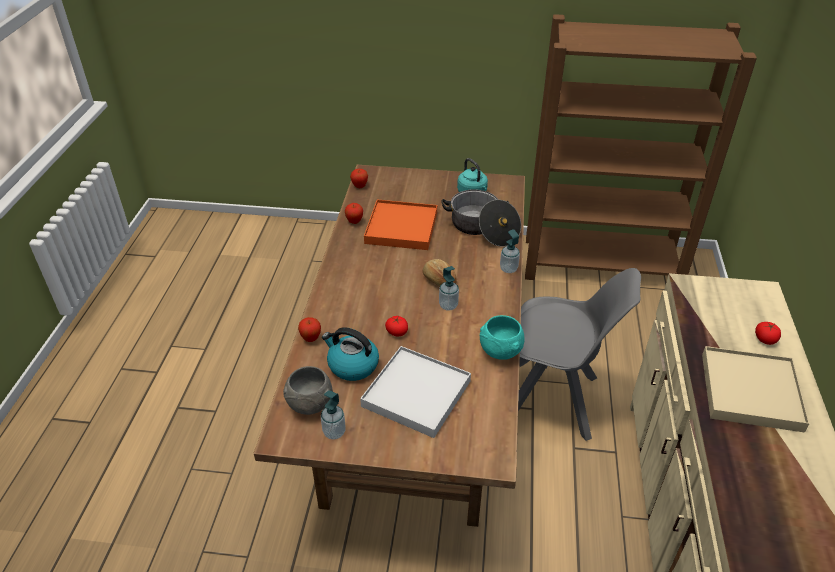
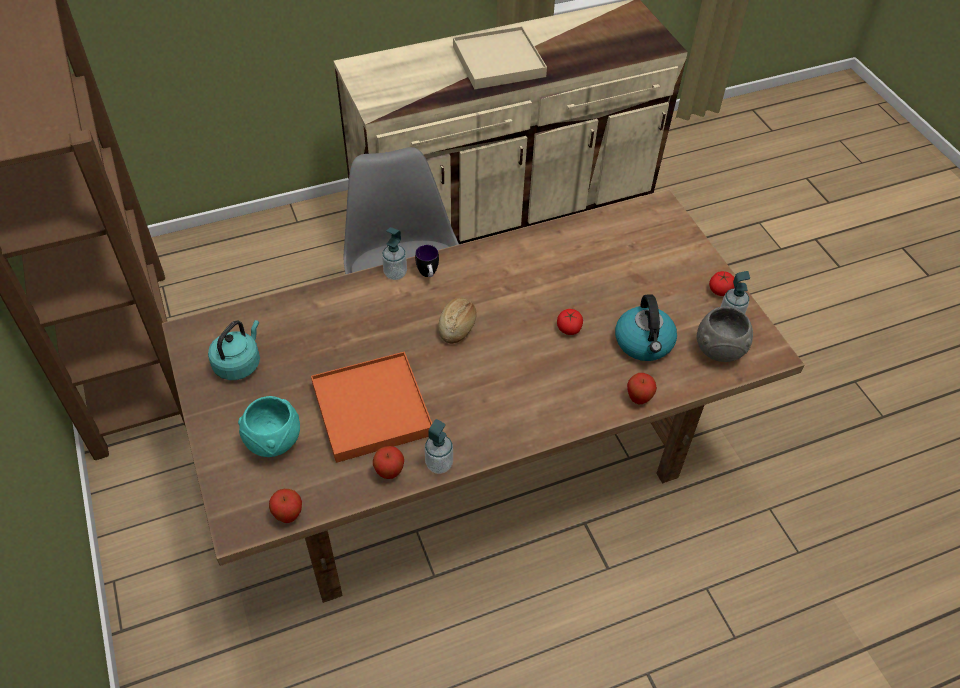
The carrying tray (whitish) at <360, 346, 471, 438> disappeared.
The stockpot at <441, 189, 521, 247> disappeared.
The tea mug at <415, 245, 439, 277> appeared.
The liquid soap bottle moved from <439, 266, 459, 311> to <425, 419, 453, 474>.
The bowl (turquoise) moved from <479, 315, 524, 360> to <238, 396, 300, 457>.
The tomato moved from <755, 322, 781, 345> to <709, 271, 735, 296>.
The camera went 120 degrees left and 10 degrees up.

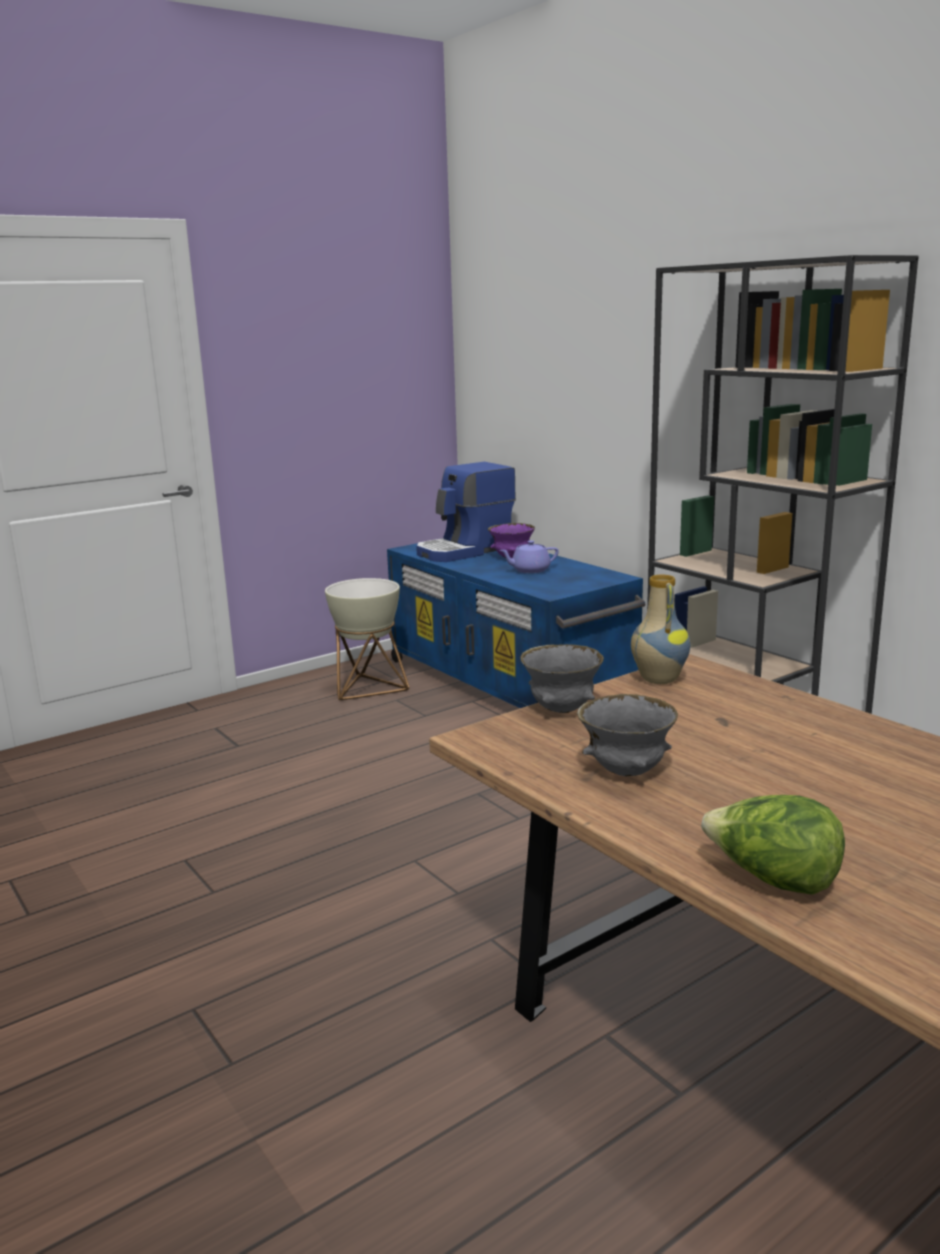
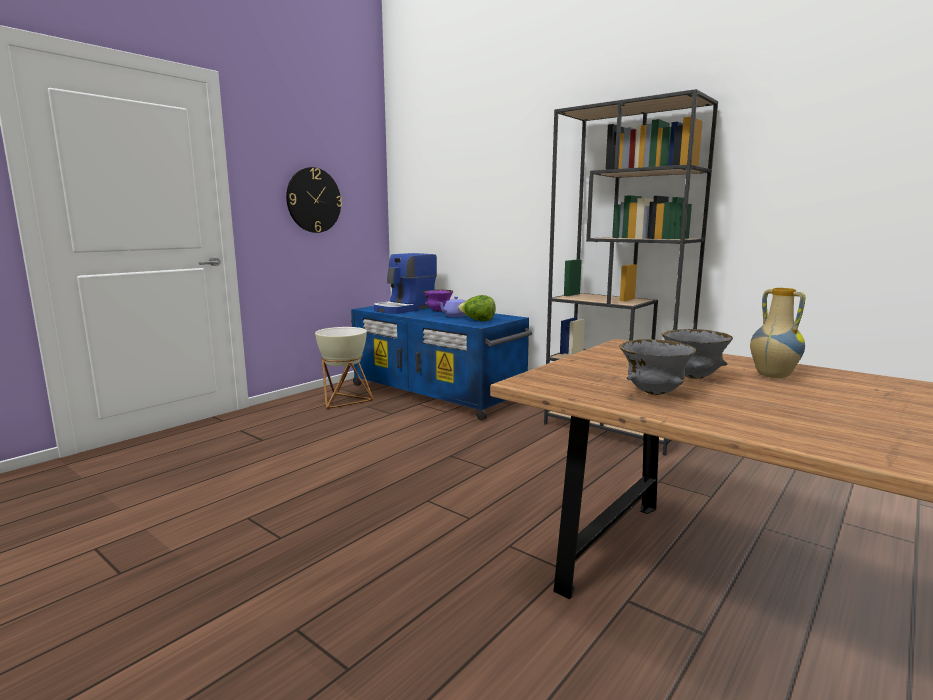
The wall clock at <286, 167, 342, 233> appeared.
The bowl (gray) moved from <520, 644, 604, 713> to <662, 329, 733, 379>.
The flower vase moved from <631, 575, 690, 684> to <750, 288, 805, 378>.
The head of lettuce moved from <701, 795, 845, 895> to <458, 295, 496, 321>.
The camera went 15 degrees left and 5 degrees down.

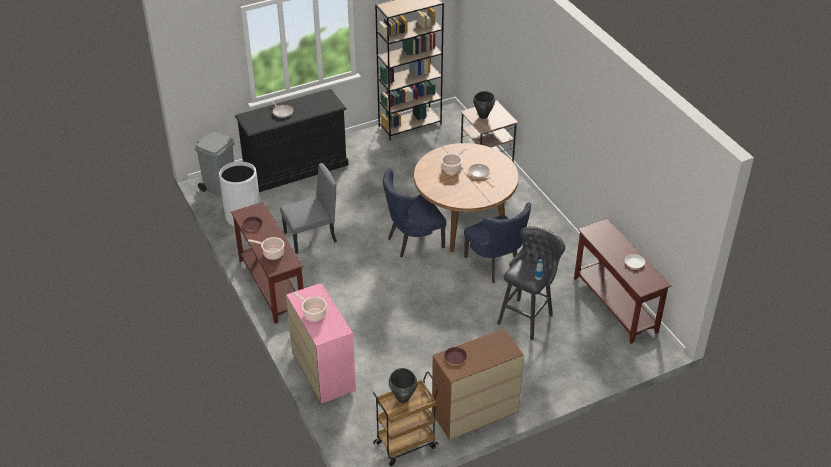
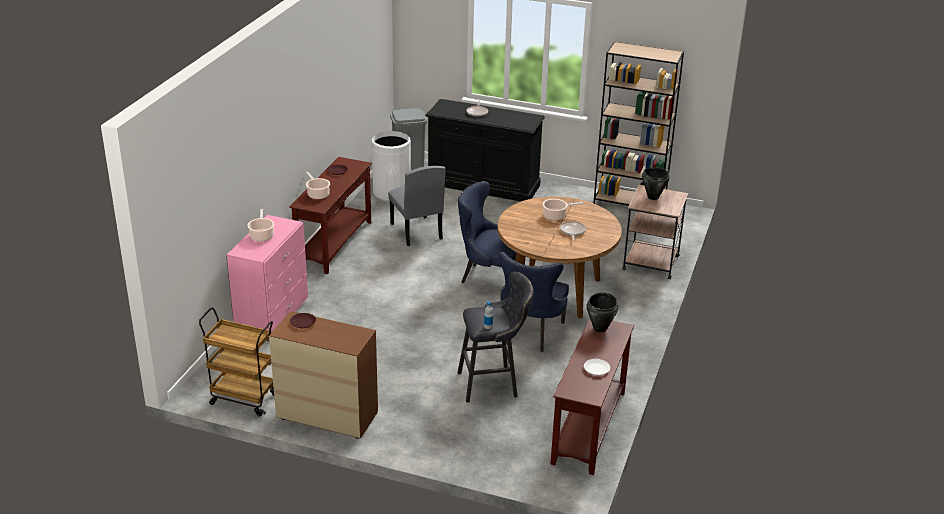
The stockpot (black) moved from <389, 368, 417, 403> to <587, 292, 618, 333>.
The chair (gray) at <280, 163, 337, 254> turned 45 degrees clockwise.
The camera went 45 degrees right and 10 degrees down.

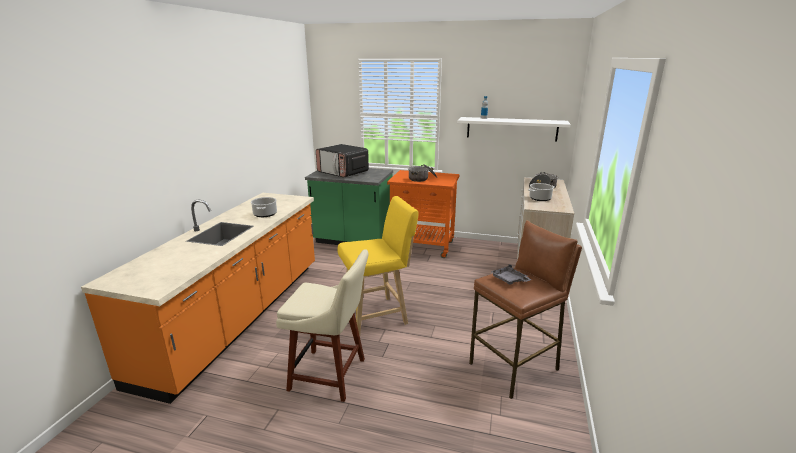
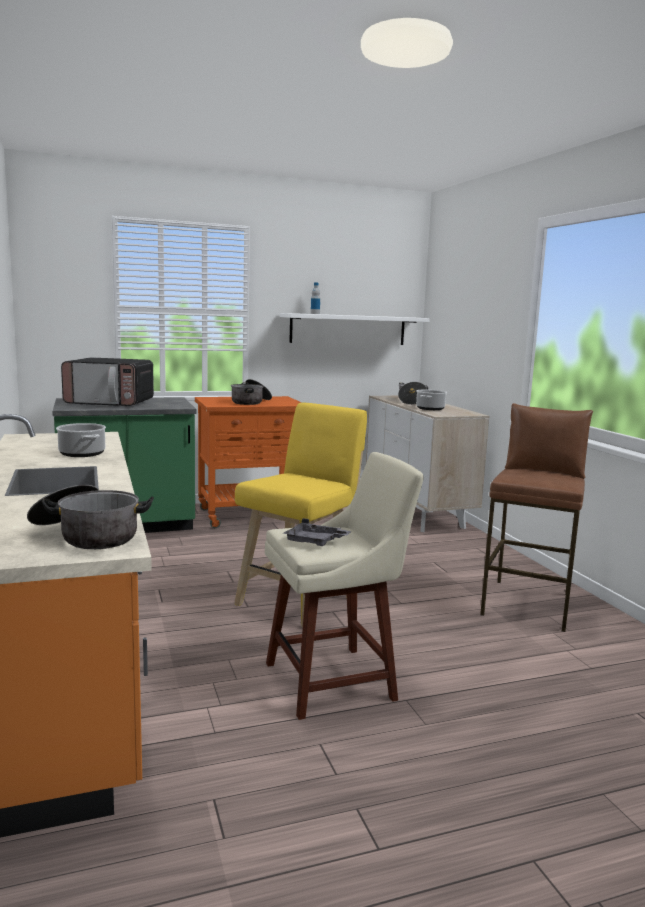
The stockpot at <27, 485, 154, 549> appeared.
The carrying tray (gray) moved from <490, 264, 532, 285> to <283, 518, 352, 546>.
The camera went 35 degrees left and 10 degrees down.

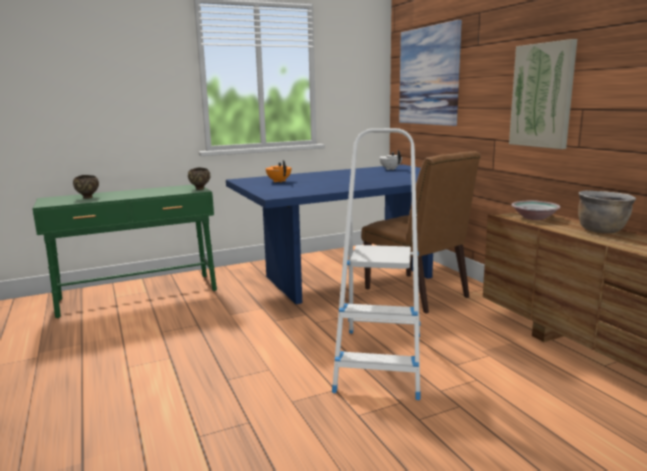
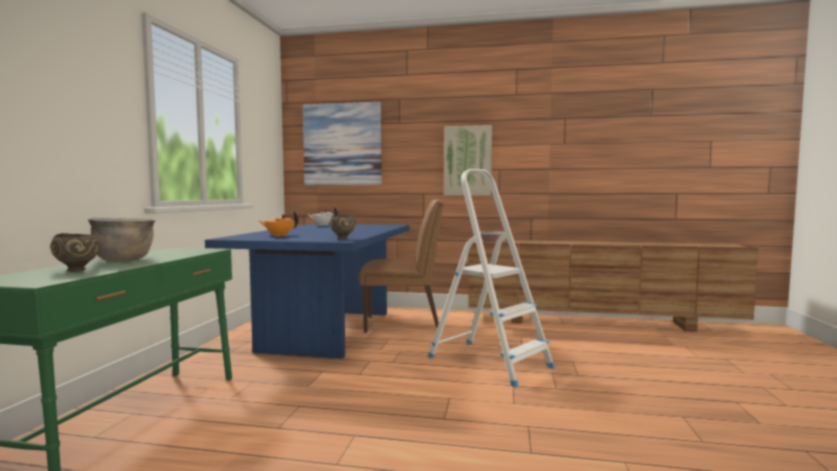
The bowl (brown-coloured) moved from <188, 167, 210, 190> to <330, 214, 356, 239>.
The stockpot (brown-coloured) moved from <578, 191, 636, 233> to <88, 218, 156, 261>.
The camera went 55 degrees left and 10 degrees down.

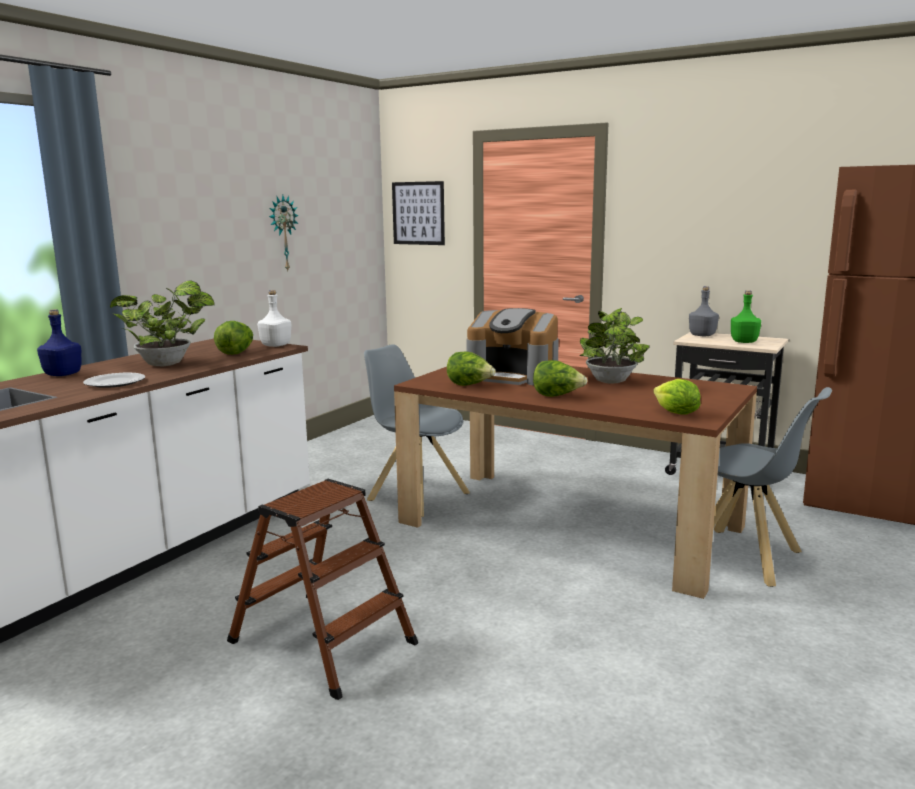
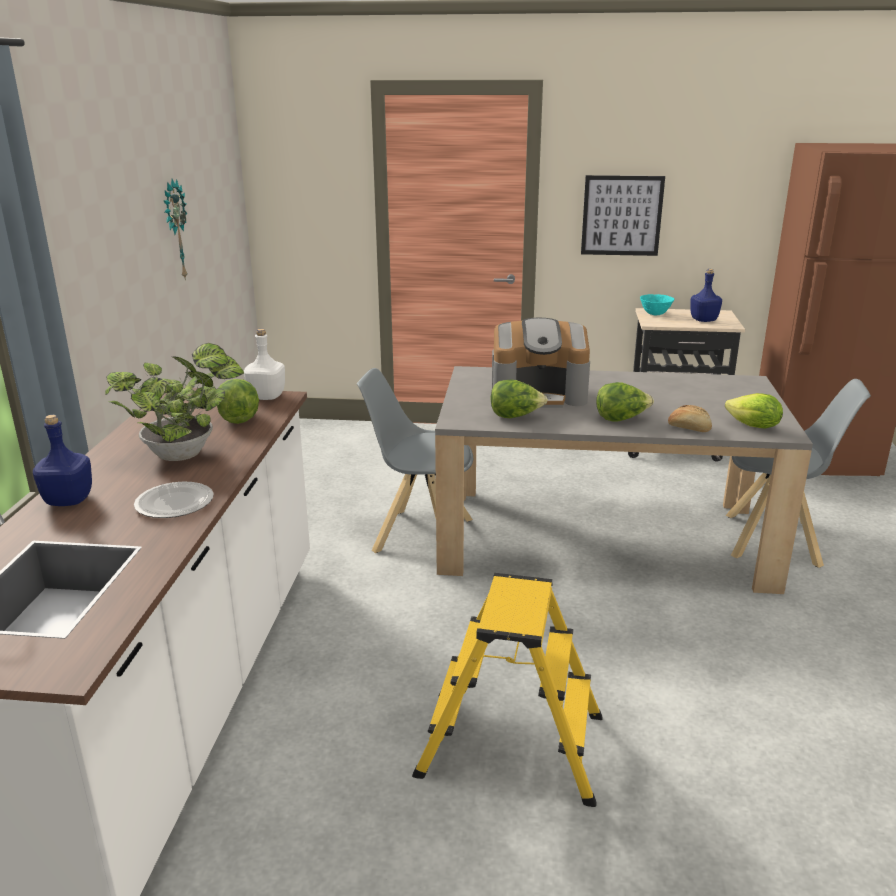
The houseplant at <580, 308, 650, 384> disappeared.
The bread at <668, 405, 712, 432> appeared.
The wall picture moved from <392, 181, 445, 245> to <581, 175, 665, 256>.
The bottle (gray) at <689, 286, 719, 336> was replaced by the bowl (turquoise) at <640, 294, 674, 315>.
The stepladder (brown-coloured) at <227, 479, 418, 700> became the stepladder (yellow-coloured) at <412, 573, 603, 807>.
The kitchen table (brown-coloured) at <394, 366, 757, 599> became the kitchen table (gray) at <435, 366, 813, 594>.
The bottle (greenish) at <731, 290, 761, 343> became the bottle (blue) at <690, 269, 722, 322>.
The camera went 25 degrees left and 10 degrees up.

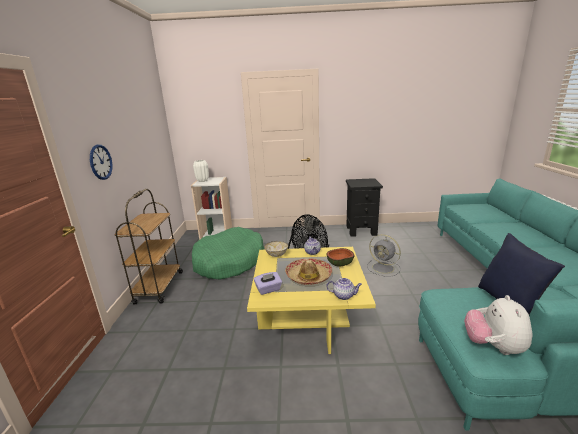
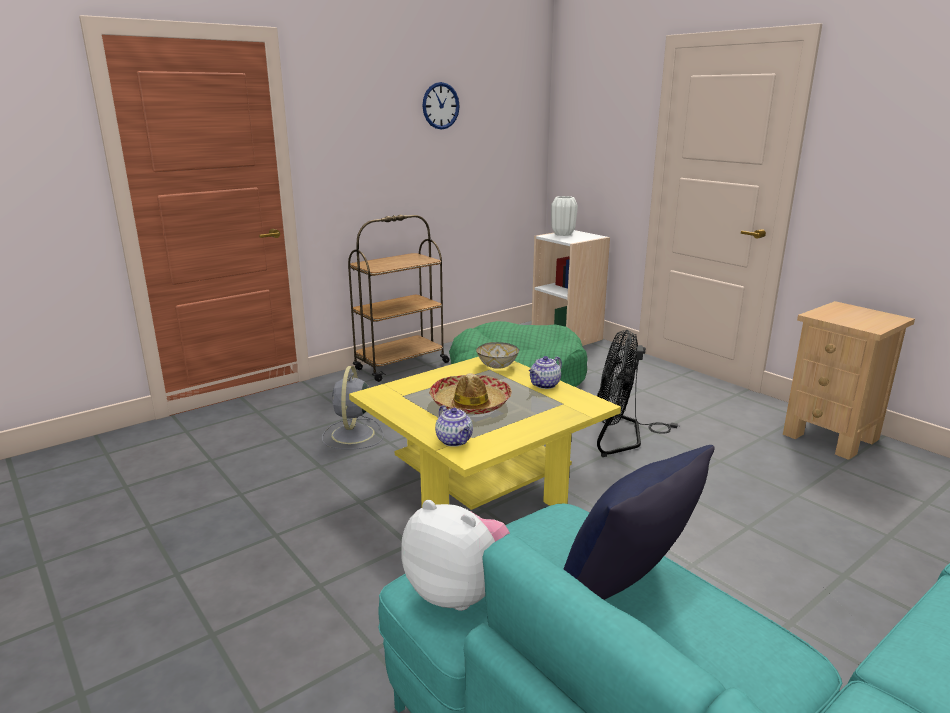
The box of tissues (purple-coloured) at <254, 272, 282, 295> disappeared.
The bowl at <326, 248, 355, 267> disappeared.
The wall clock moved from <90, 145, 112, 180> to <422, 82, 460, 129>.
The fan (gray) moved from <367, 234, 401, 277> to <322, 366, 384, 449>.
The nightstand (black) at <346, 178, 383, 237> became the nightstand (sand-coloured) at <783, 301, 915, 460>.
The soft toy at <464, 295, 532, 355> turned 60 degrees clockwise.
The camera went 50 degrees right and 0 degrees up.

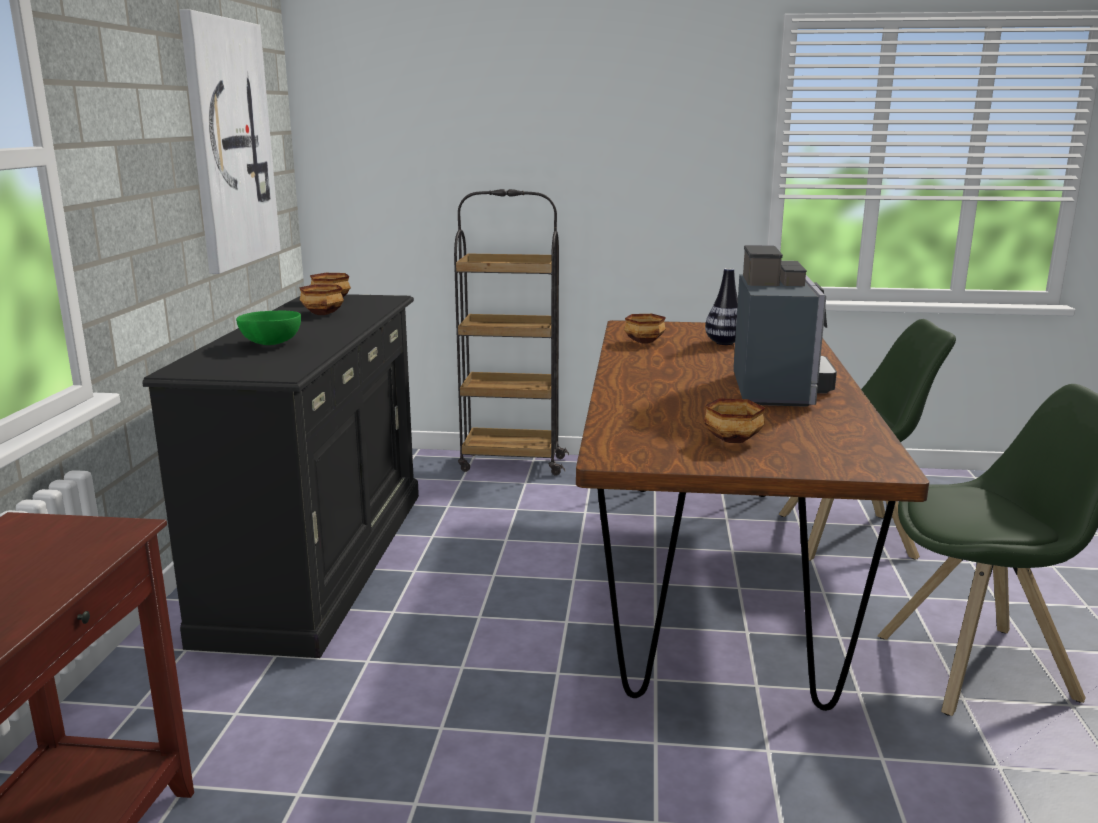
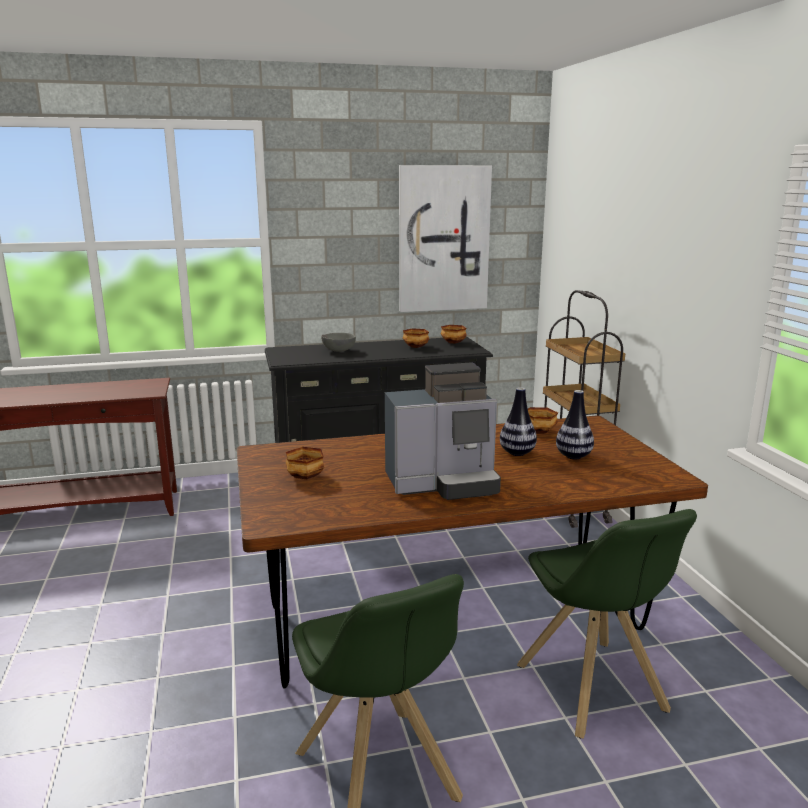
The flower vase at <500, 387, 537, 456> appeared.
The bowl (greenish) at <236, 311, 301, 345> became the bowl (gray) at <321, 333, 356, 352>.
The camera went 70 degrees right and 0 degrees up.

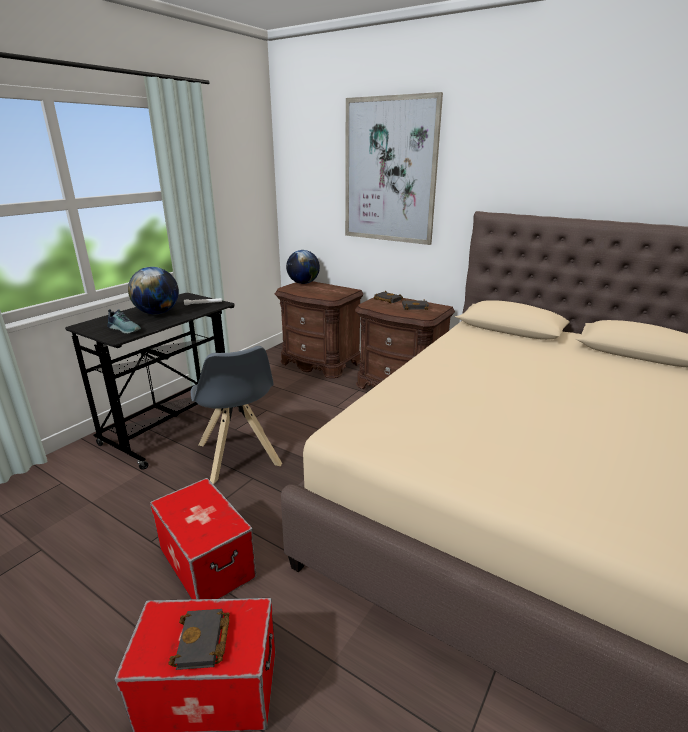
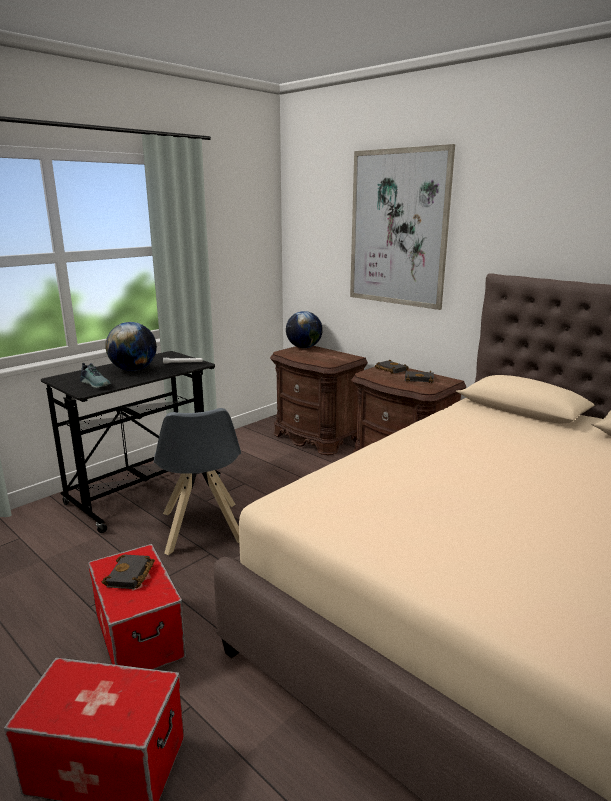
The bound book (black) moved from <168, 609, 230, 670> to <102, 554, 155, 589>.
The camera went 10 degrees right and 5 degrees down.

